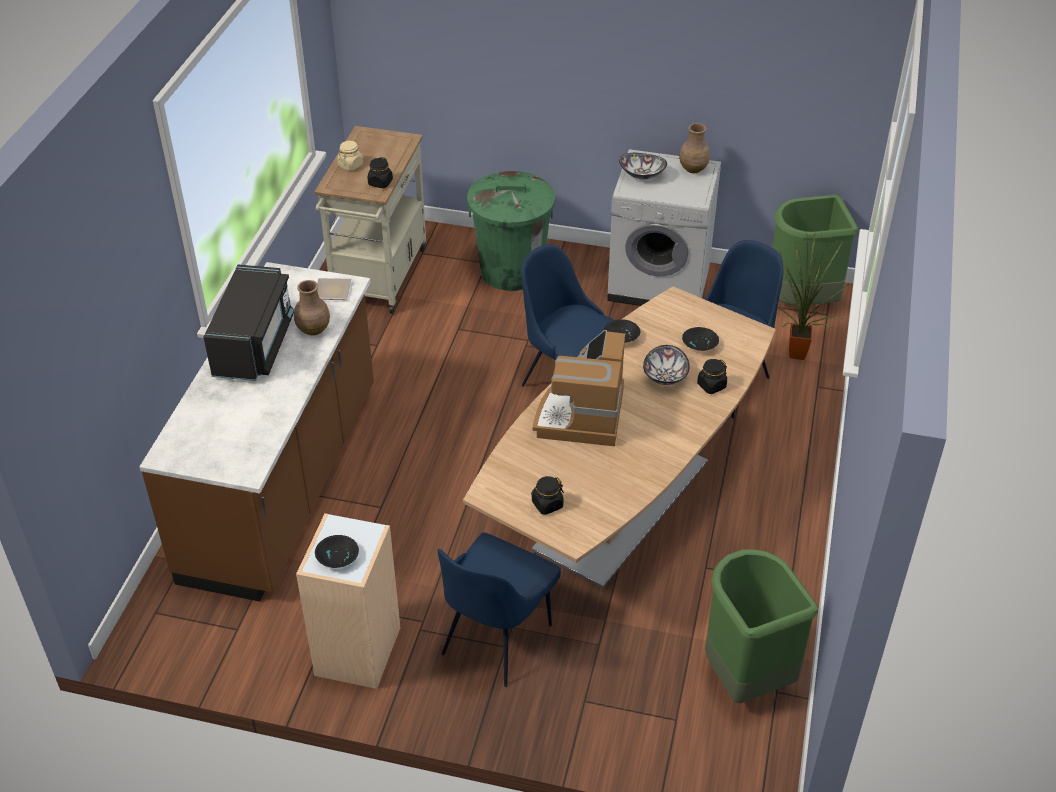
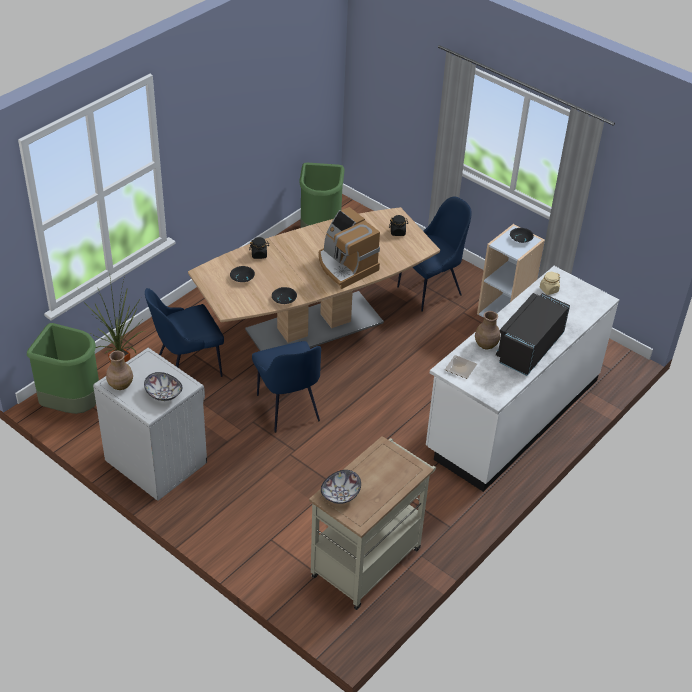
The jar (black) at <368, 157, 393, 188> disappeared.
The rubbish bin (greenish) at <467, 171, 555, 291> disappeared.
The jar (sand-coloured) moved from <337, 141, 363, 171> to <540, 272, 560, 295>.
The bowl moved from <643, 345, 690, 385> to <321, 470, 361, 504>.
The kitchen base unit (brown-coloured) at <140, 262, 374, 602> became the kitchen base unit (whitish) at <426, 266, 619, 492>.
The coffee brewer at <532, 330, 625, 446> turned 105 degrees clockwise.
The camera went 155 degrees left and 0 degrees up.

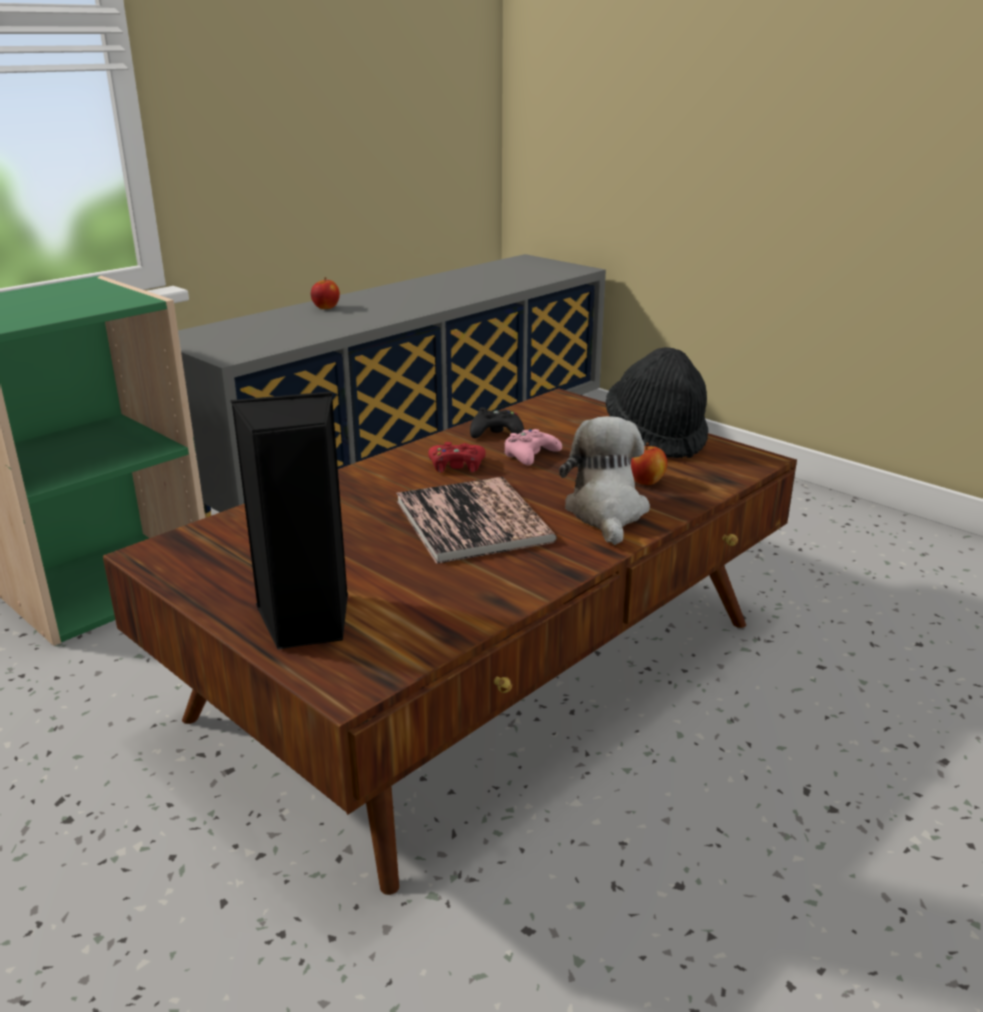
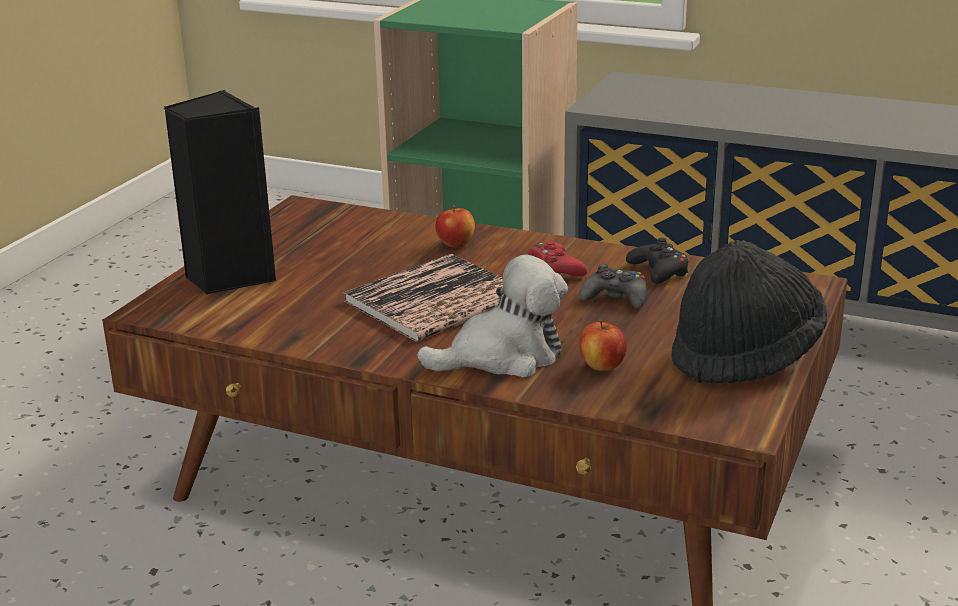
The apple fruit moved from <311, 277, 340, 309> to <436, 206, 475, 247>.
The game controller (pink-coloured) at <504, 429, 562, 466> became the game controller (black) at <579, 264, 647, 308>.
The camera went 70 degrees right and 0 degrees up.

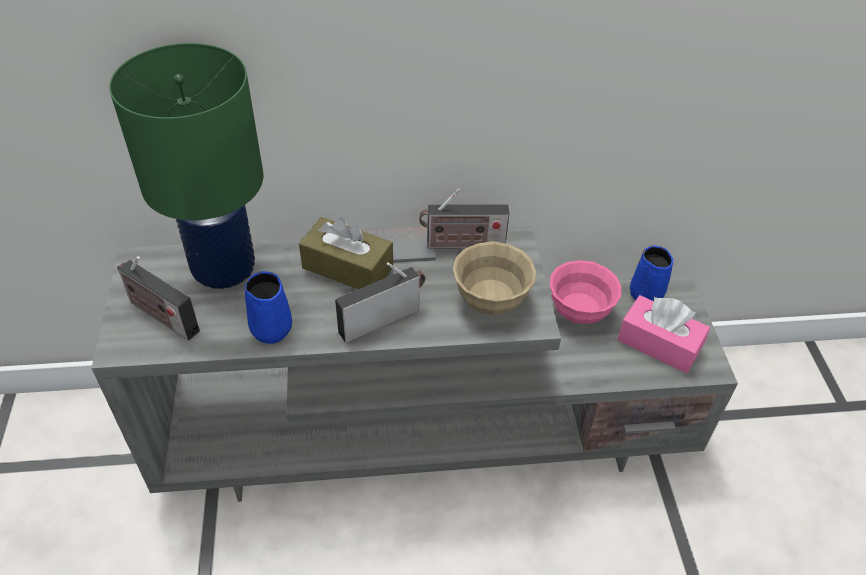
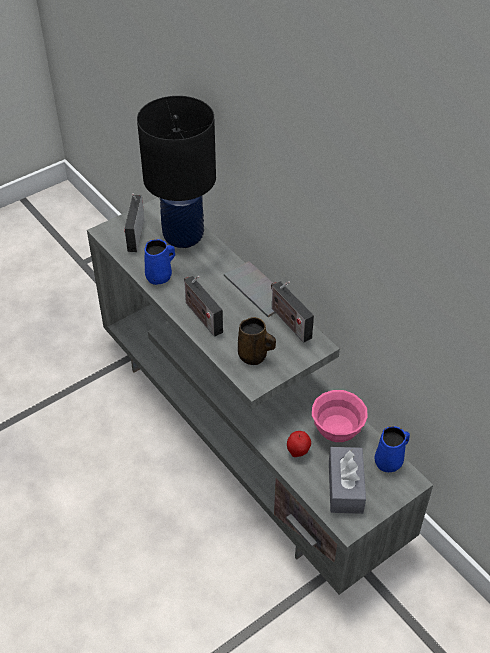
The box of tissues (brown-coloured) at <299, 217, 393, 289> disappeared.
The apple fruit at <287, 431, 311, 457> appeared.
The bowl (sand-coloured) at <453, 241, 536, 315> was replaced by the tea mug (brown-coloured) at <238, 317, 276, 365>.
The lamp for a table (greenish) at <109, 43, 264, 289> became the lamp for a table (black) at <137, 96, 216, 248>.
The box of tissues (pink-coloured) at <617, 295, 710, 373> became the box of tissues (gray) at <329, 447, 366, 514>.
The radio at <335, 262, 425, 343> turned 150 degrees counterclockwise.
The camera went 60 degrees right and 0 degrees up.

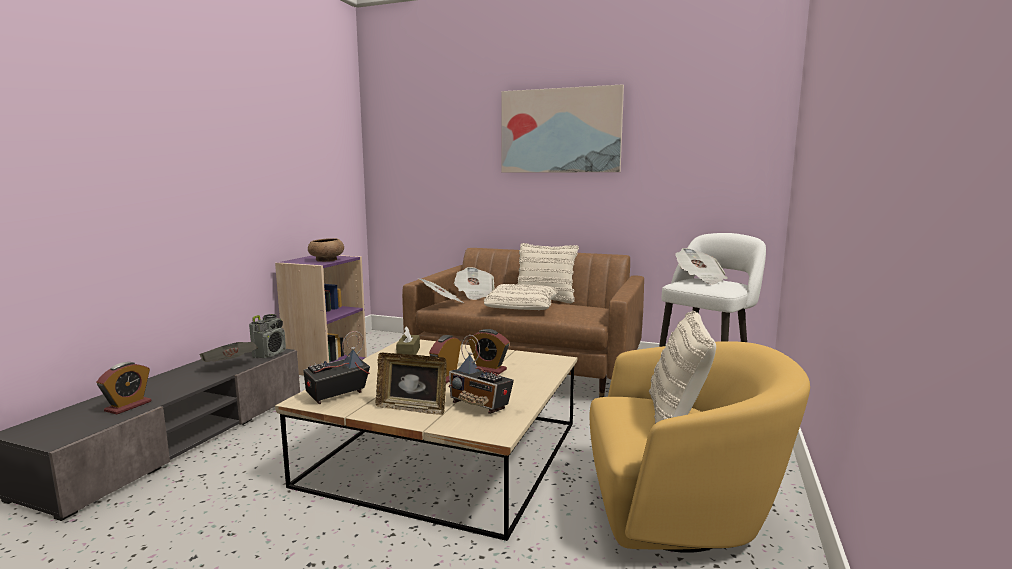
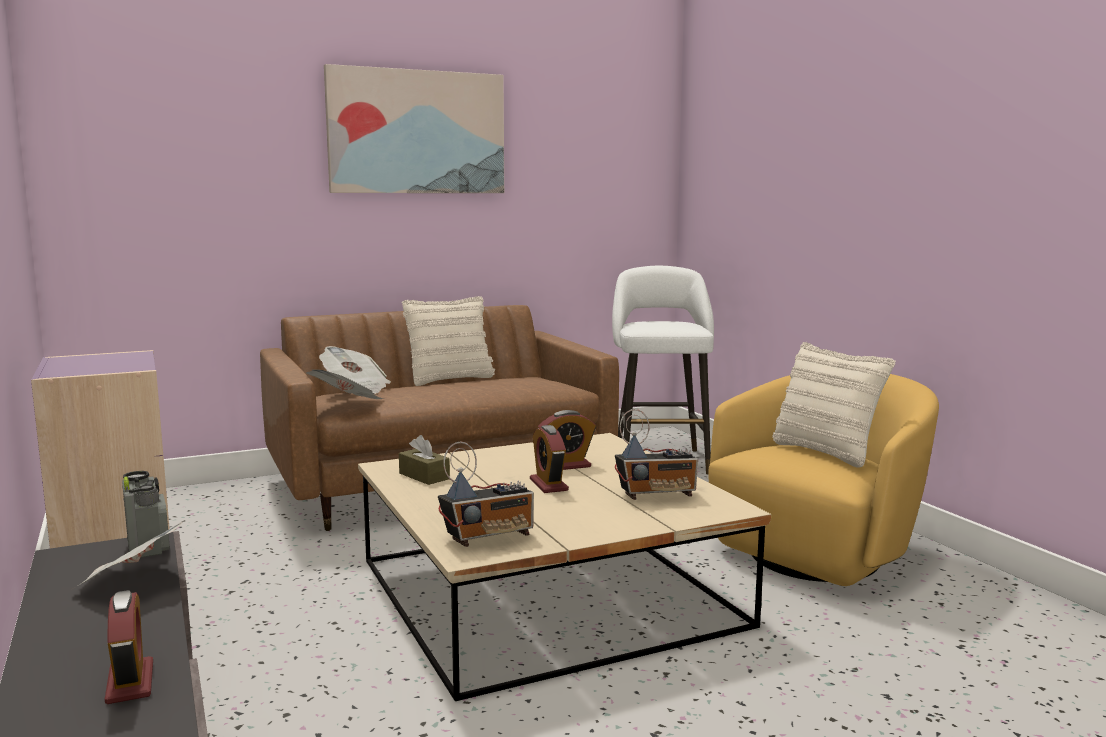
The bowl (brown-coloured) at <308, 238, 344, 262> disappeared.
The photo frame at <376, 353, 447, 415> disappeared.
The throw pillow (sand-coloured) at <484, 284, 558, 310> disappeared.
The newspaper at <675, 248, 728, 285> disappeared.
The radio at <303, 331, 370, 404> turned 120 degrees counterclockwise.
The camera went 45 degrees left and 0 degrees up.

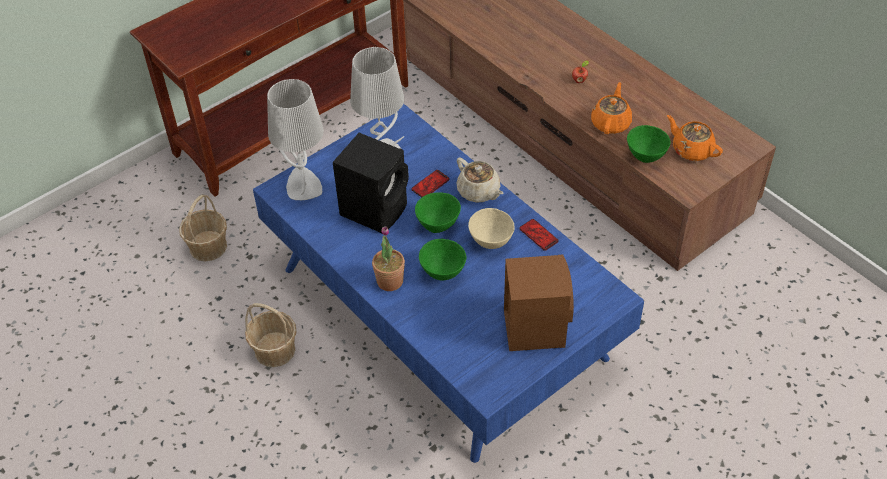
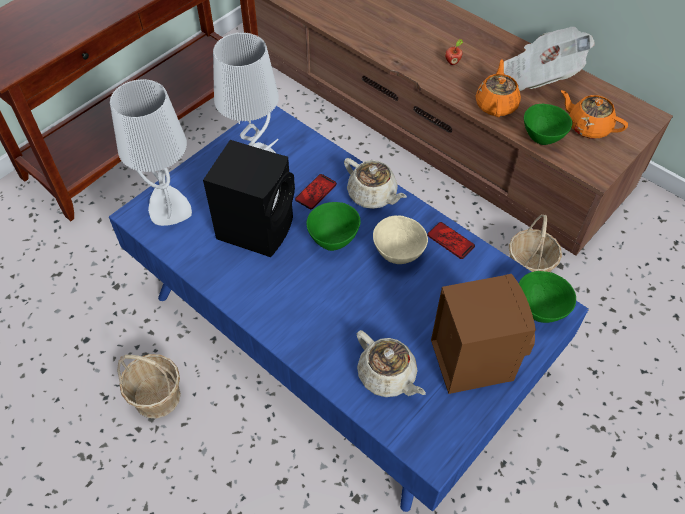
The houseplant at <372, 226, 405, 291> disappeared.
The teapot (sand-coloured) at <357, 330, 426, 397> appeared.
The newspaper at <504, 27, 595, 91> appeared.
The basket moved from <179, 195, 227, 261> to <509, 214, 562, 272>.
The bowl (greenish) moved from <419, 239, 466, 281> to <519, 271, 576, 323>.
The camera went 10 degrees left and 5 degrees up.

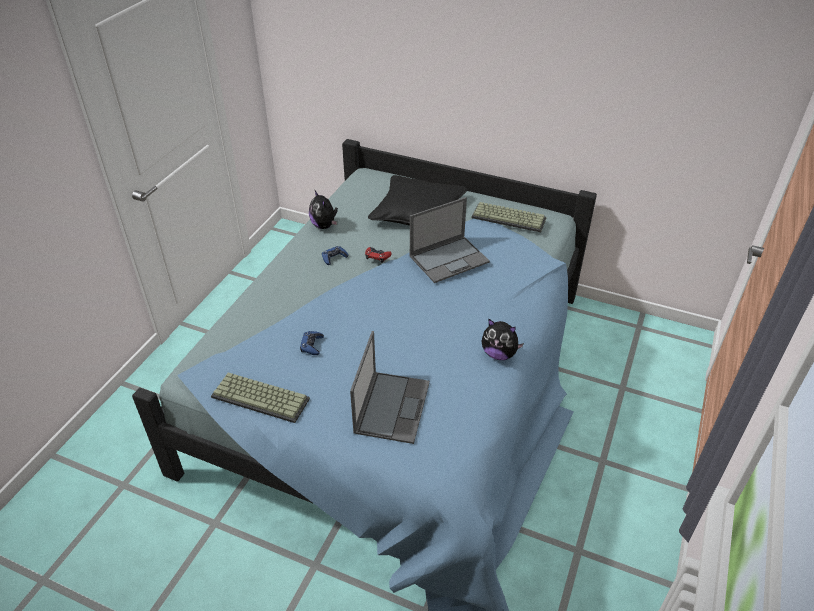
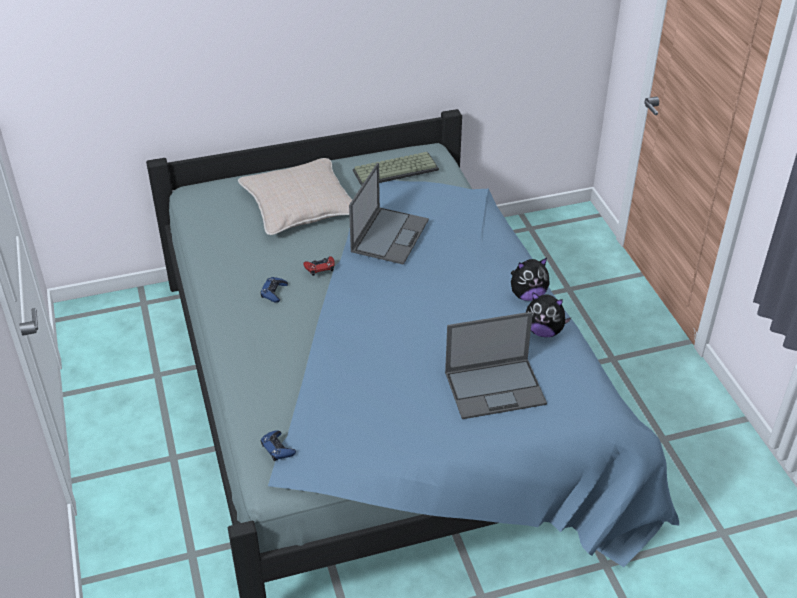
The keyboard at <211, 373, 310, 423> disappeared.
The game controller (blue) moved from <300, 331, 324, 355> to <260, 430, 296, 461>.
The soft toy moved from <309, 190, 338, 229> to <526, 292, 571, 337>.
The throw pillow (black) at <368, 175, 467, 225> became the throw pillow (sand-coloured) at <238, 158, 352, 235>.
The portable computer at <350, 331, 430, 444> turned 105 degrees clockwise.
The camera went 40 degrees left and 0 degrees up.

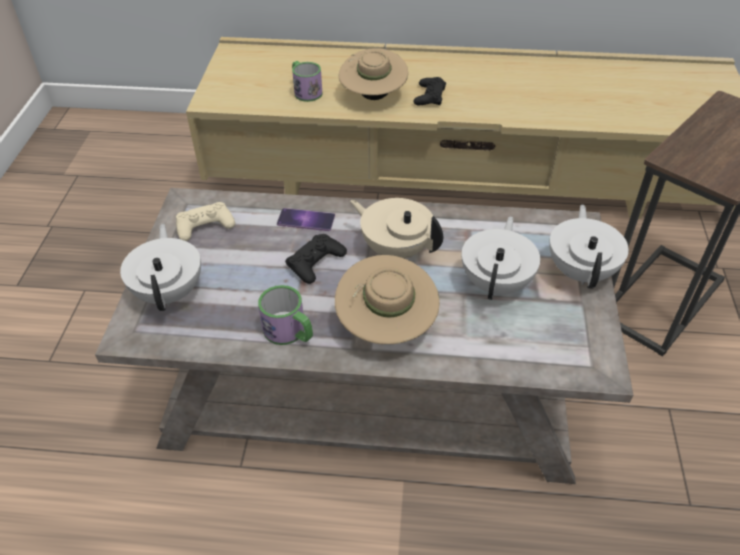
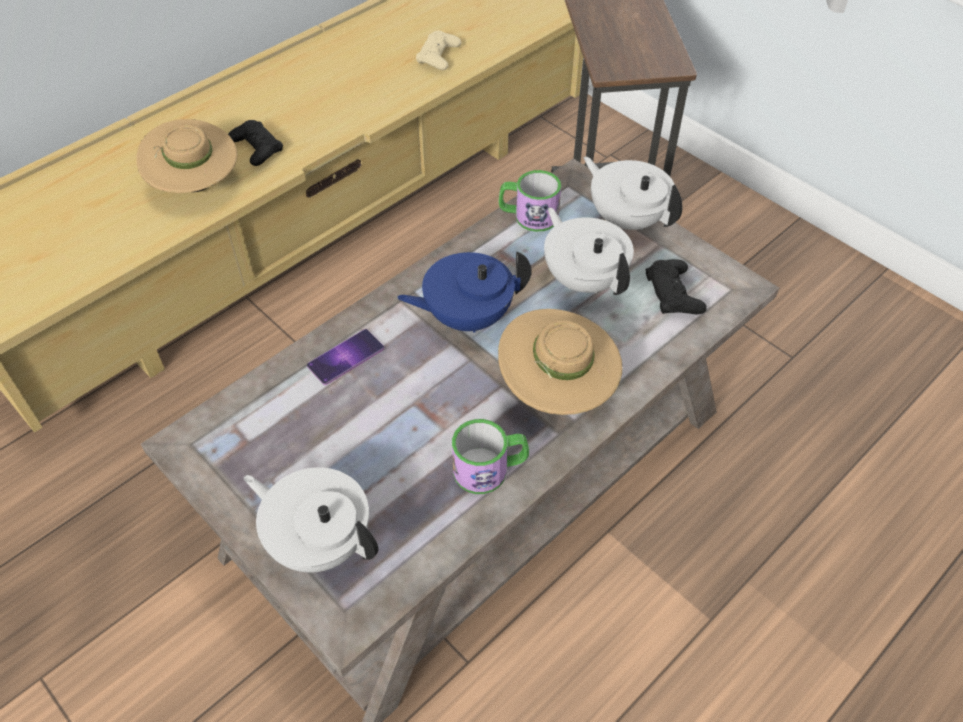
The game controller (sand-coloured) moved from <176, 202, 235, 241> to <416, 31, 461, 70>.
The game controller (black) moved from <285, 234, 347, 284> to <646, 259, 707, 315>.
The tea mug moved from <292, 61, 322, 102> to <499, 170, 561, 232>.
The teapot (sand-coloured) at <350, 198, 443, 258> became the teapot (blue) at <397, 251, 532, 333>.
The camera went 50 degrees left and 5 degrees up.

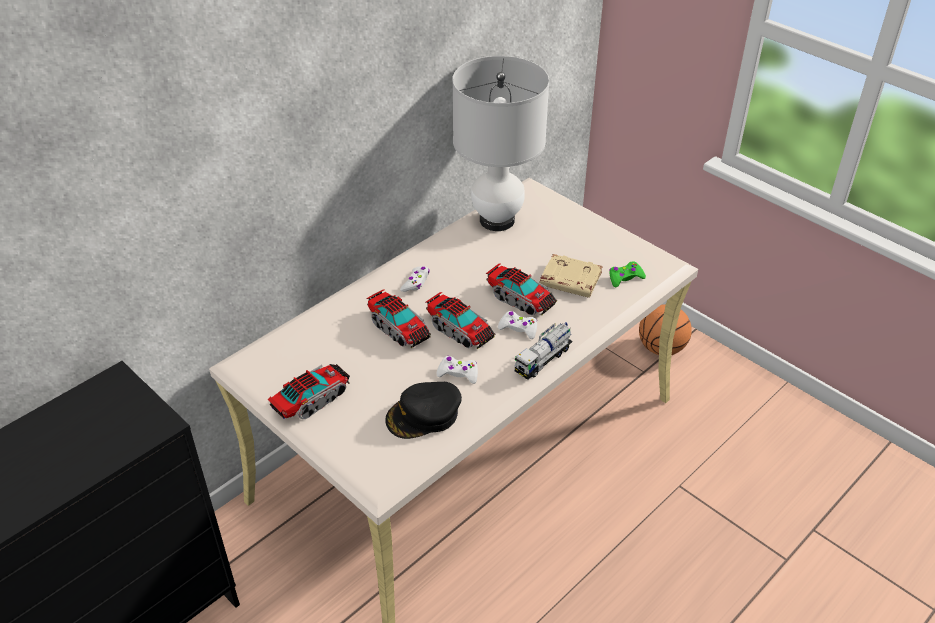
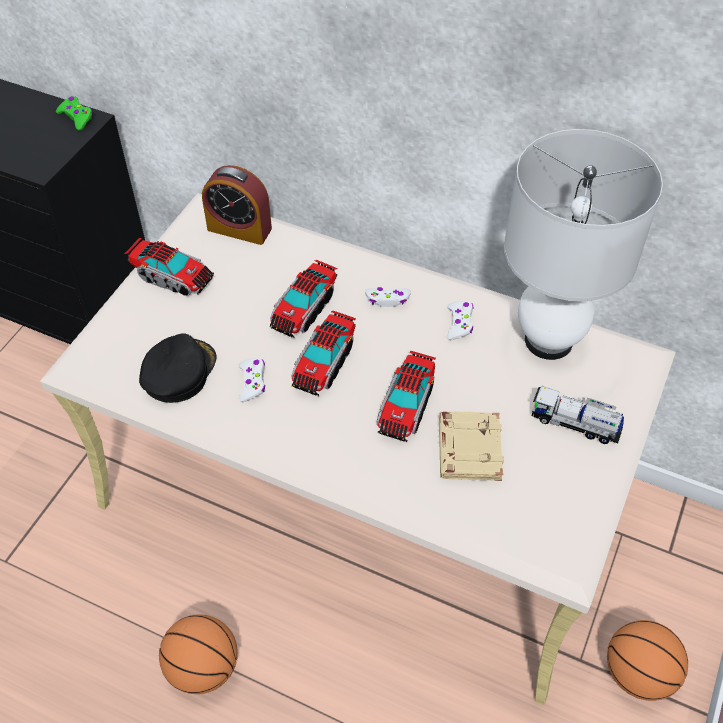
The ball for basketball at <159, 614, 238, 694> appeared.
The table clock at <202, 165, 272, 245> appeared.
The game controller (whitish) moved from <498, 311, 537, 339> to <447, 301, 473, 340>.
The toy lorry moved from <515, 322, 572, 380> to <532, 386, 624, 444>.
The game controller (greenish) moved from <609, 261, 646, 287> to <56, 96, 93, 131>.
The baseball cap (black) at <385, 382, 462, 439> turned 75 degrees clockwise.
The camera went 70 degrees right and 10 degrees up.

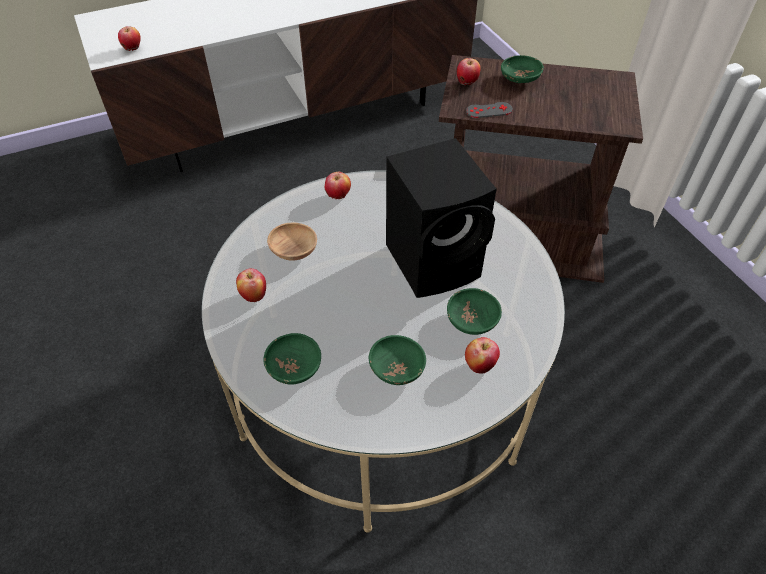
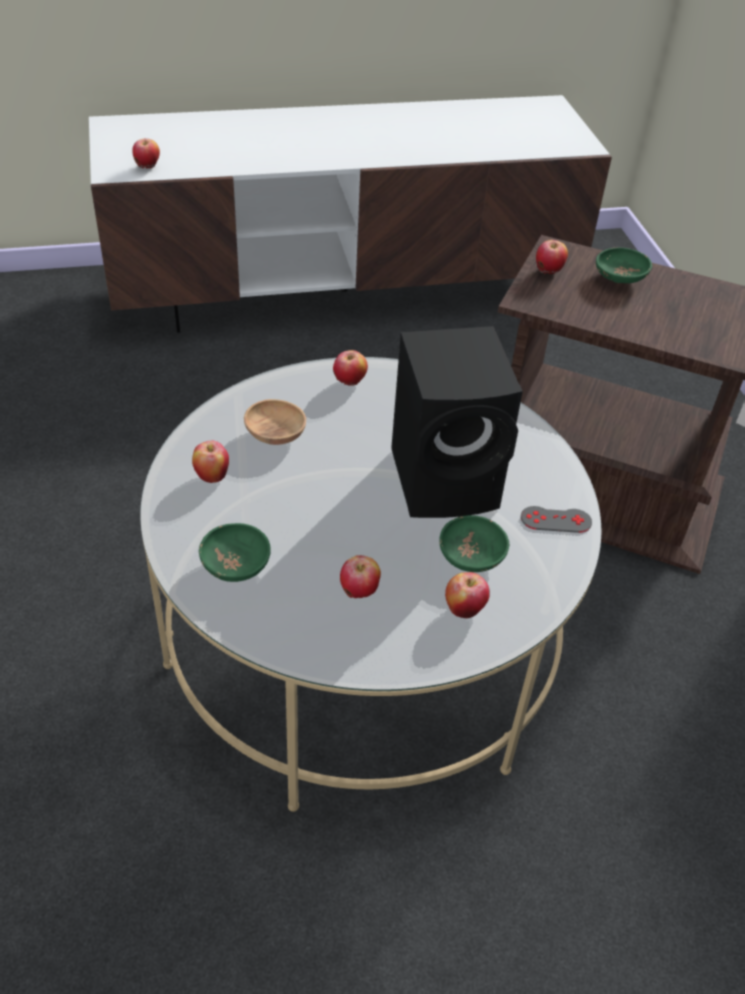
The game controller (gray) moved from <466, 102, 513, 118> to <521, 506, 592, 533>.
The bowl (greenish) at <369, 335, 426, 385> was replaced by the apple fruit at <340, 555, 381, 598>.
The camera went 10 degrees right and 5 degrees down.

